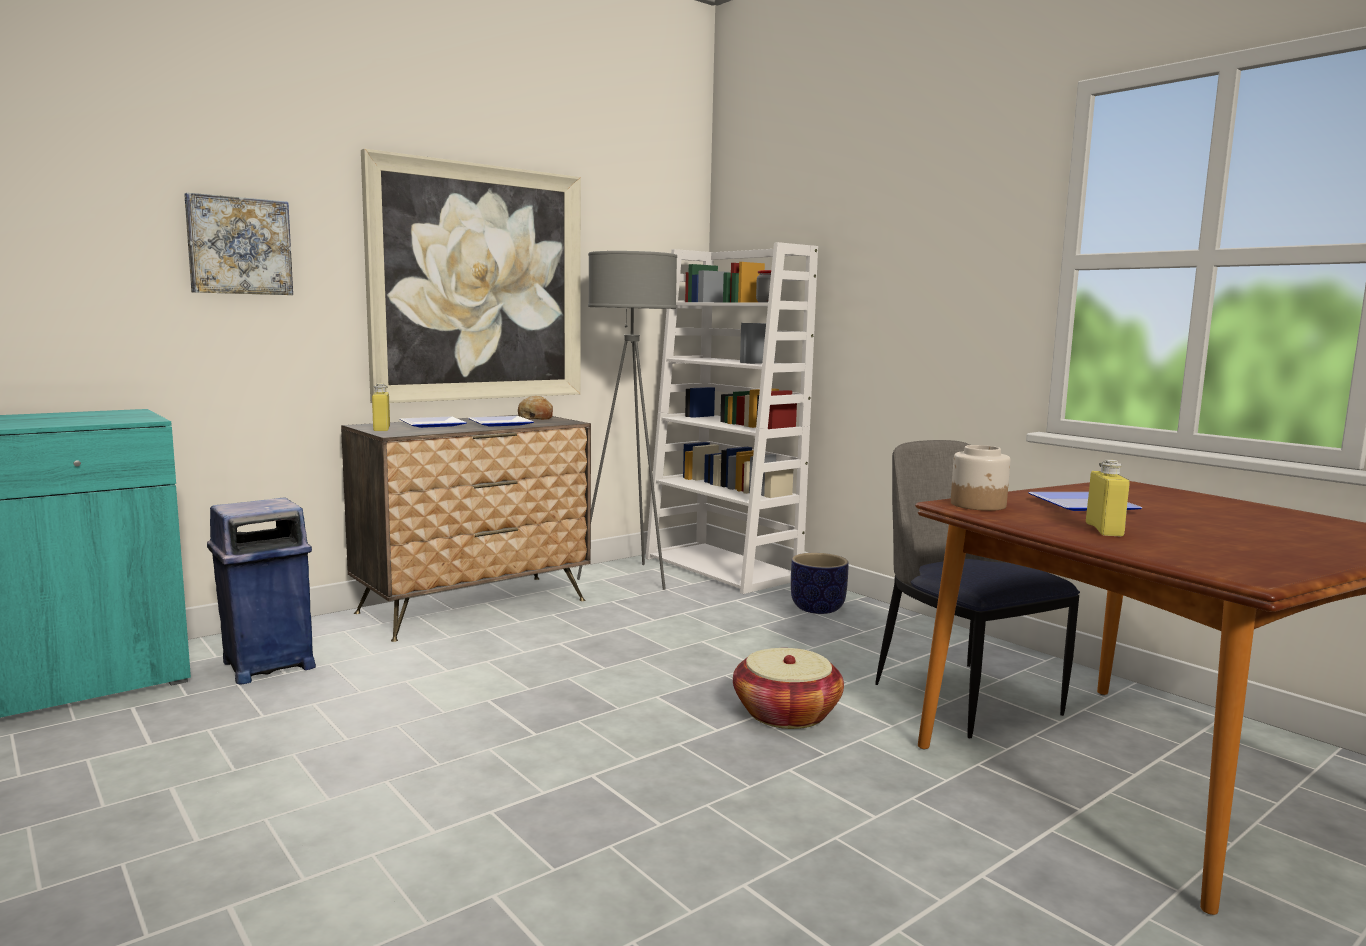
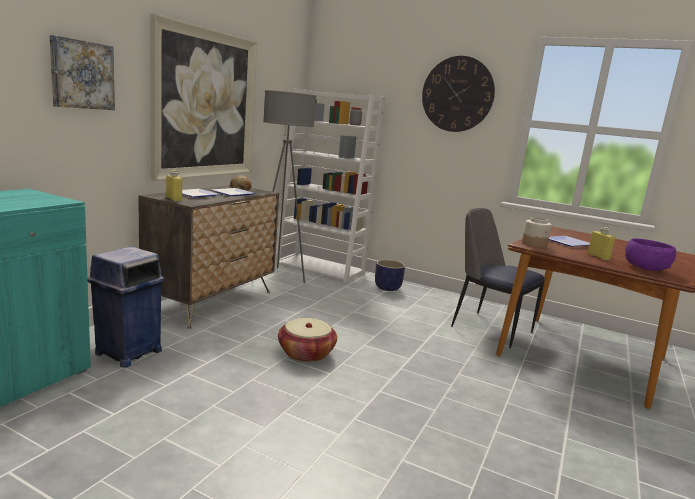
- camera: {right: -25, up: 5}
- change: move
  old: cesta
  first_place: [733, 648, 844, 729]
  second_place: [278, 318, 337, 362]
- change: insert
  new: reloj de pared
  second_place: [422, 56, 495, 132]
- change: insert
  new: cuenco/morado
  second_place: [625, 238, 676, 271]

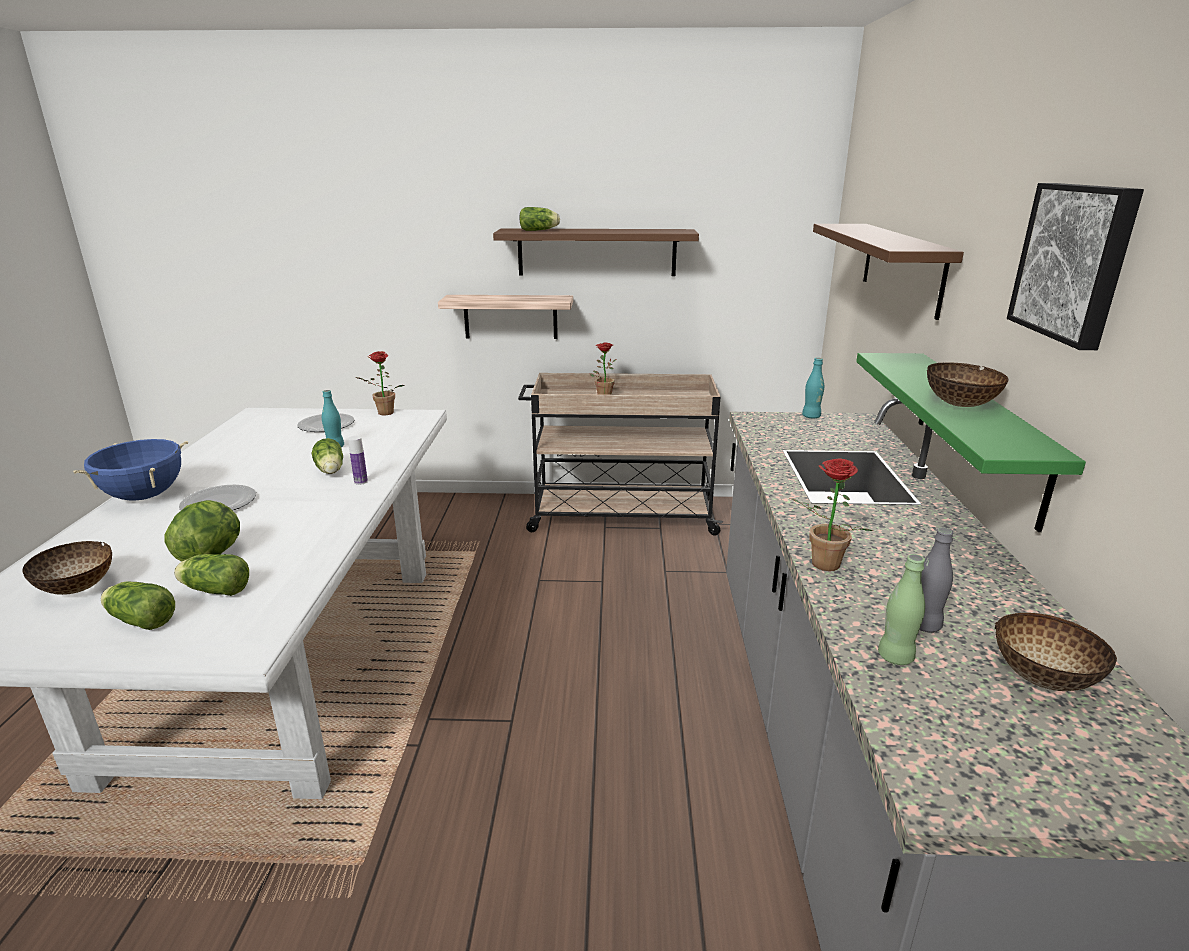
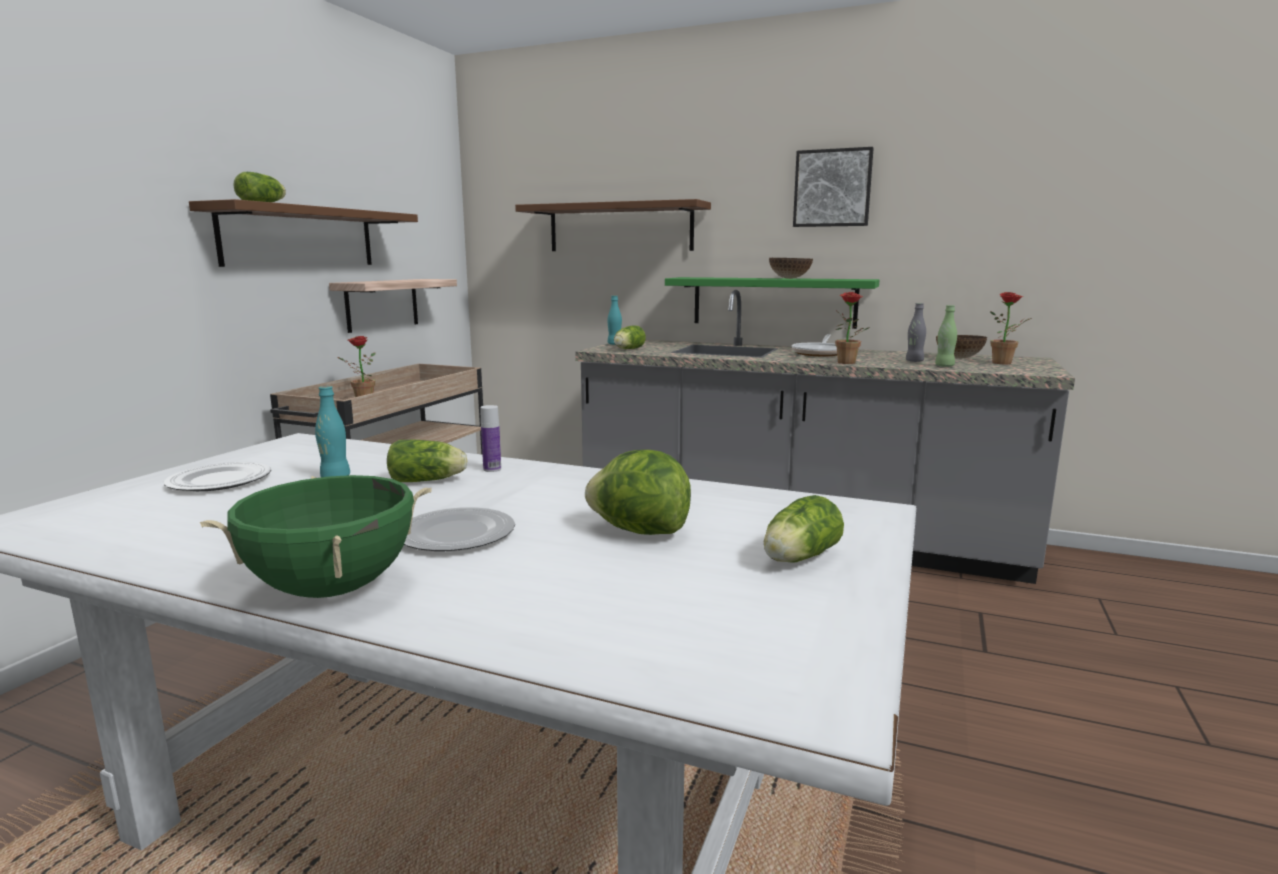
- camera: {right: -70, up: -10}
- change: move
  old: estante
  first_place: [438, 295, 573, 339]
  second_place: [329, 279, 457, 333]
- change: move
  old: planta en maceta
  first_place: [356, 351, 404, 415]
  second_place: [990, 292, 1032, 364]
- change: recolor
  old: olla/azul
  new: olla/verde
  first_place: [73, 439, 188, 501]
  second_place: [200, 475, 432, 598]
- change: delete
  old: cuenco
  first_place: [22, 541, 112, 595]
- change: move
  old: lechuga
  first_place: [174, 554, 249, 596]
  second_place: [614, 326, 646, 349]
- change: insert
  new: sartén
  second_place: [792, 334, 837, 356]

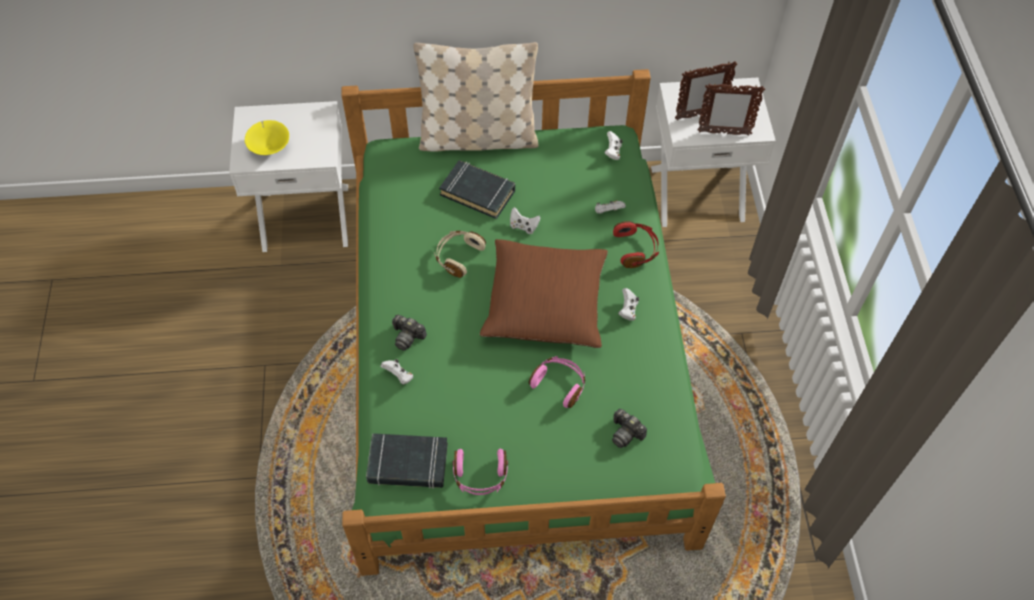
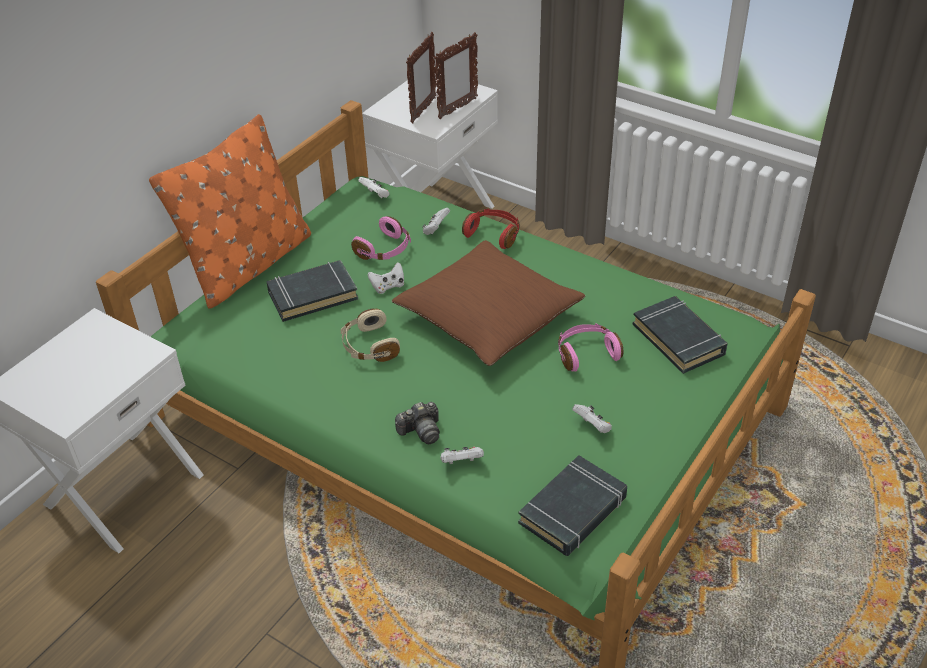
- camera: {right: -50, up: -15}
- change: recolor
  old: cojín/beis
  new: cojín/naranja
  first_place: [413, 42, 539, 152]
  second_place: [149, 114, 311, 309]
- change: delete
  old: cuenco/amarillo
  first_place: [245, 120, 289, 155]
- change: move
  old: mando de consola/blanco
  first_place: [618, 288, 639, 321]
  second_place: [572, 404, 612, 433]
- change: replace
  old: cámara
  new: libro/negro
  first_place: [612, 409, 647, 448]
  second_place: [633, 296, 728, 374]
- change: move
  old: auriculares/rosa
  first_place: [452, 449, 508, 495]
  second_place: [351, 216, 411, 260]

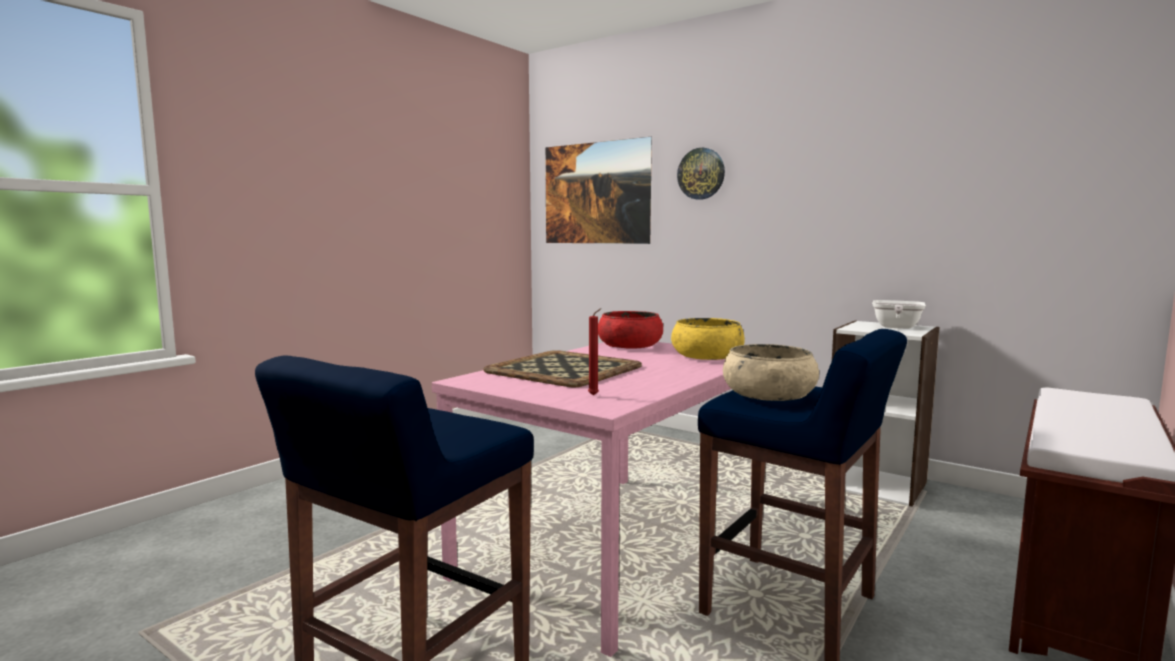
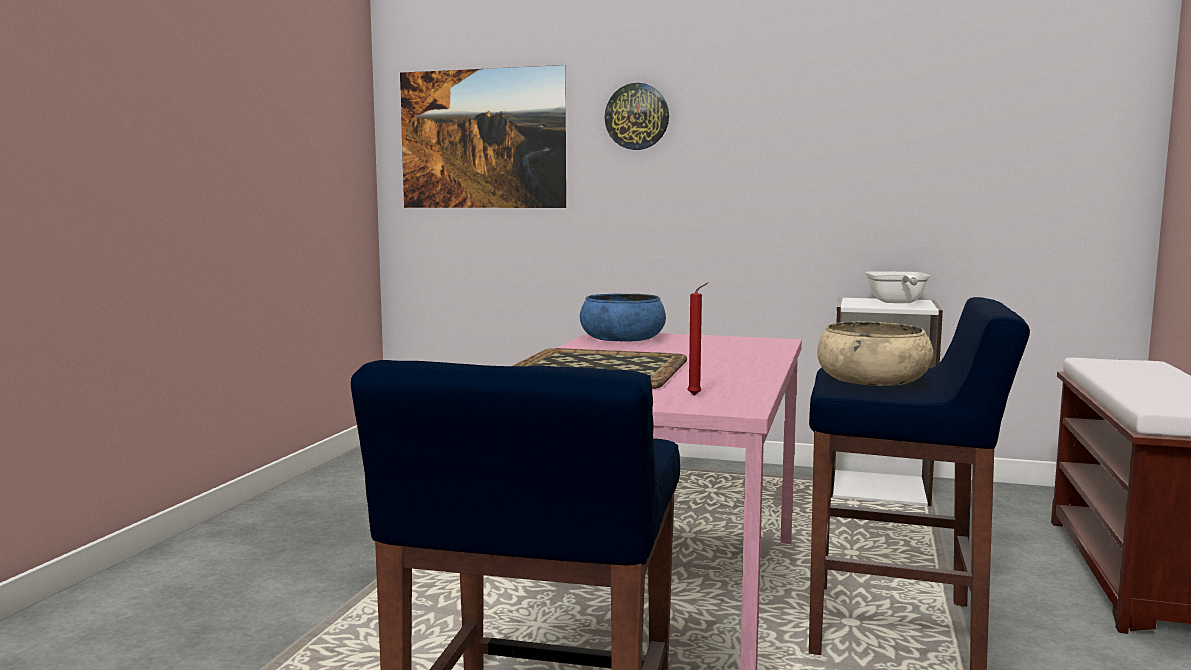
- camera: {right: -20, up: 0}
- change: recolor
  old: cuenco/rojo
  new: cuenco/azul
  first_place: [598, 311, 663, 349]
  second_place: [580, 293, 666, 342]
- change: delete
  old: cuenco/amarillo
  first_place: [671, 318, 745, 360]

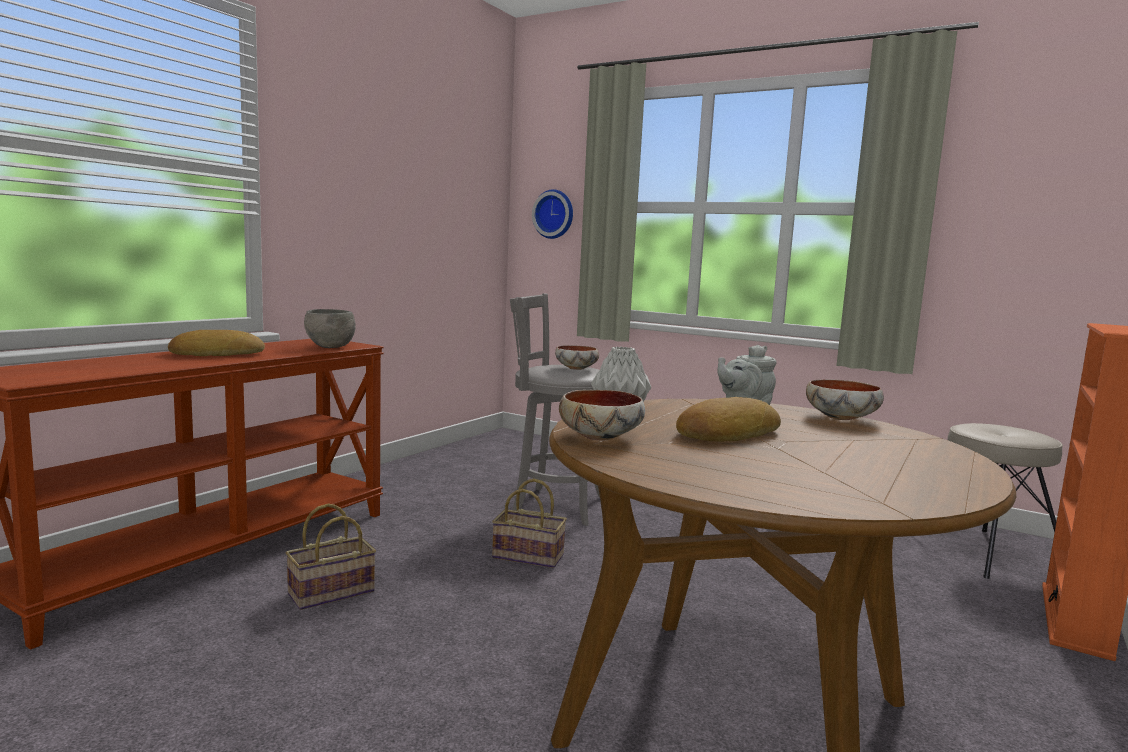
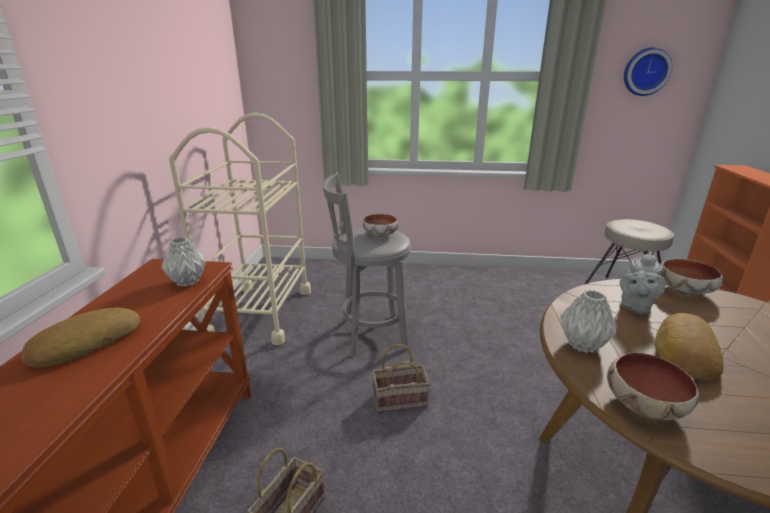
- camera: {right: -25, up: 15}
- change: move
  old: reloj de pared
  first_place: [532, 189, 573, 239]
  second_place: [624, 47, 673, 96]
- change: replace
  old: cuenco/gris
  new: florero/gris
  first_place: [304, 309, 356, 348]
  second_place: [161, 237, 206, 287]
- change: insert
  new: carrito/beis
  second_place: [169, 113, 311, 345]

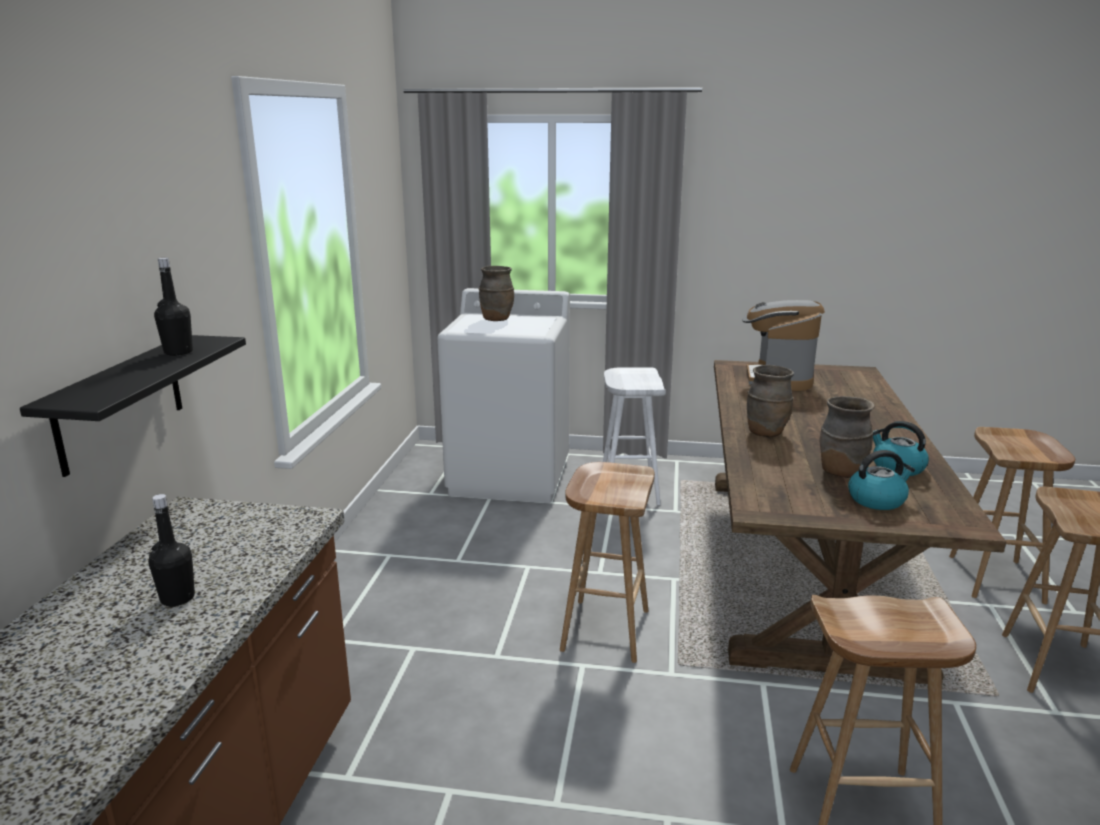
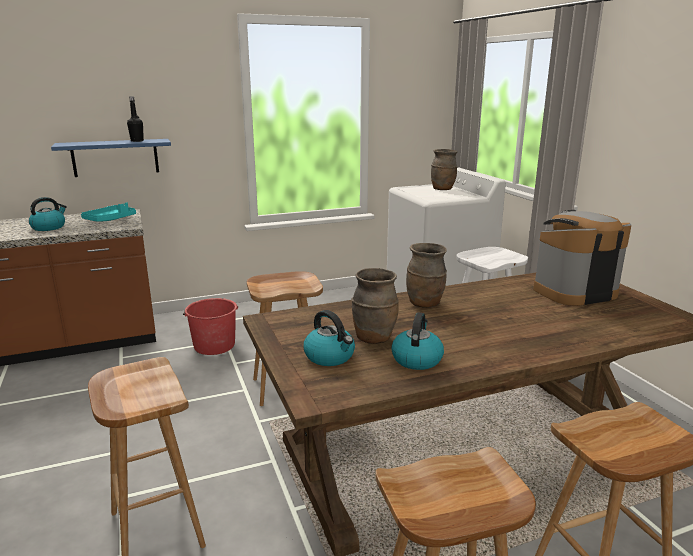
- camera: {right: 60, up: 0}
- change: recolor
  old: estante/negro
  new: estante/azul
  first_place: [20, 335, 246, 477]
  second_place: [51, 139, 171, 177]
- change: replace
  old: botella/negro
  new: hervidor
  first_place: [149, 494, 195, 606]
  second_place: [29, 197, 67, 231]
- change: insert
  new: bandeja/turquesa
  second_place: [81, 202, 136, 222]
- change: insert
  new: cubo/rojo
  second_place: [183, 298, 238, 355]

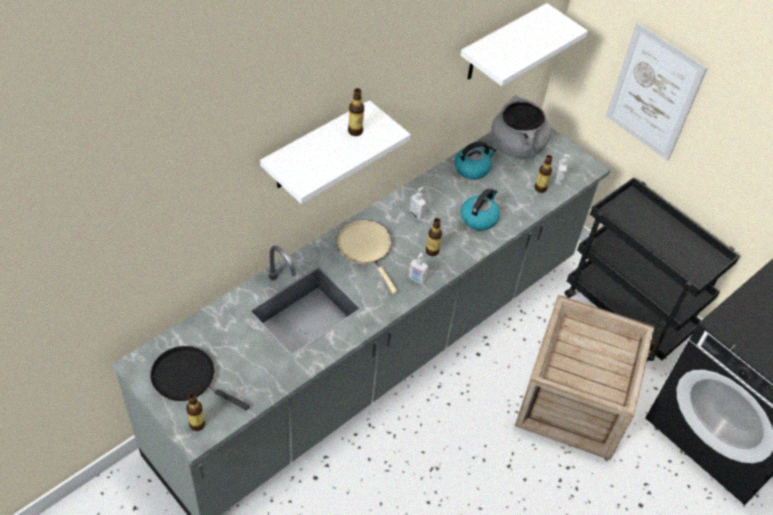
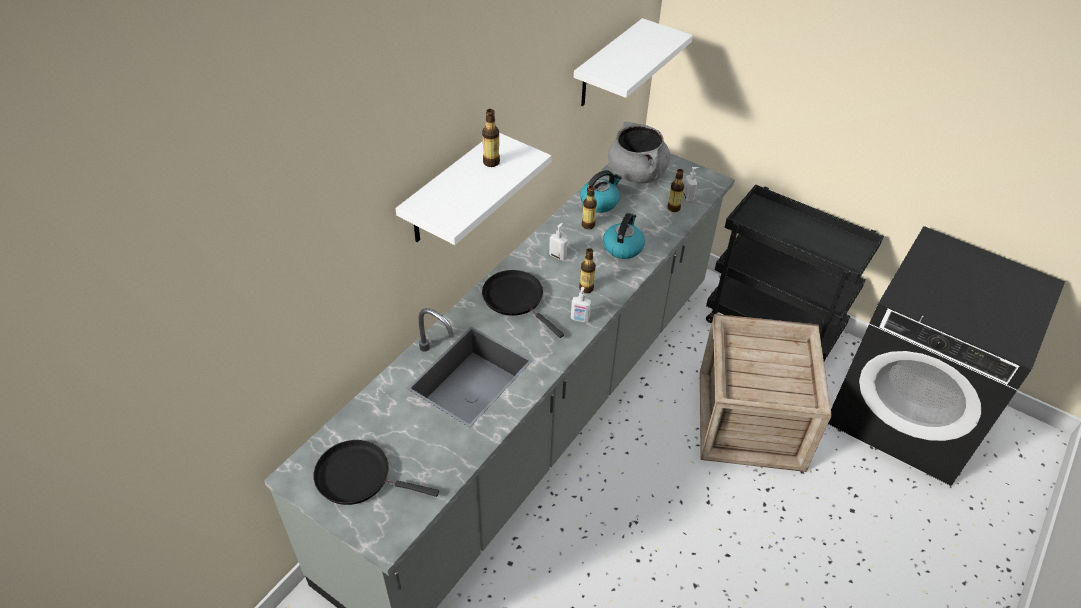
- camera: {right: -10, up: -5}
- change: delete
  old: cuadro
  first_place: [606, 22, 708, 161]
- change: recolor
  old: sartén/beis
  new: sartén/negro
  first_place: [336, 220, 397, 294]
  second_place: [482, 270, 564, 338]
- change: move
  old: botella
  first_place: [186, 393, 205, 431]
  second_place: [582, 186, 597, 229]

